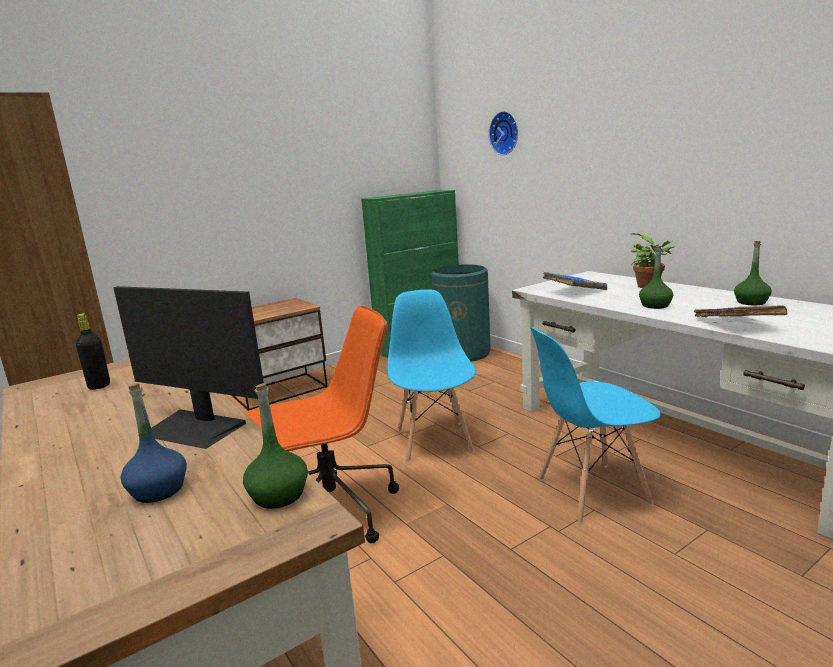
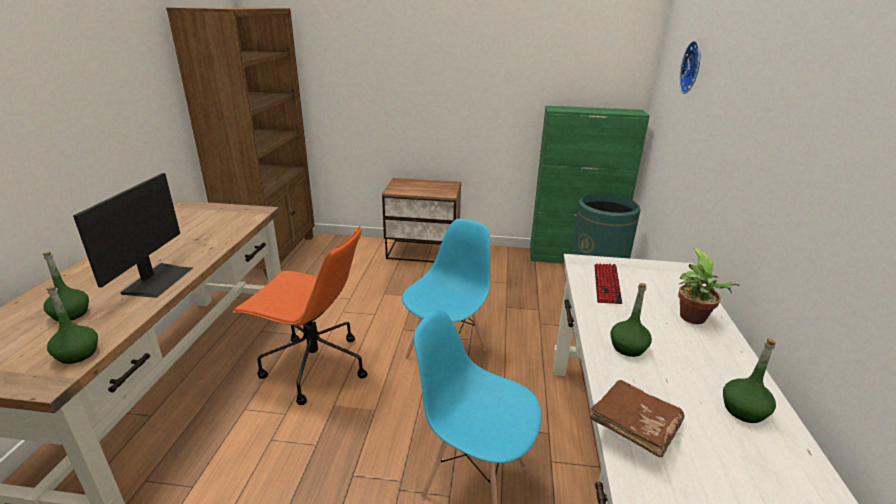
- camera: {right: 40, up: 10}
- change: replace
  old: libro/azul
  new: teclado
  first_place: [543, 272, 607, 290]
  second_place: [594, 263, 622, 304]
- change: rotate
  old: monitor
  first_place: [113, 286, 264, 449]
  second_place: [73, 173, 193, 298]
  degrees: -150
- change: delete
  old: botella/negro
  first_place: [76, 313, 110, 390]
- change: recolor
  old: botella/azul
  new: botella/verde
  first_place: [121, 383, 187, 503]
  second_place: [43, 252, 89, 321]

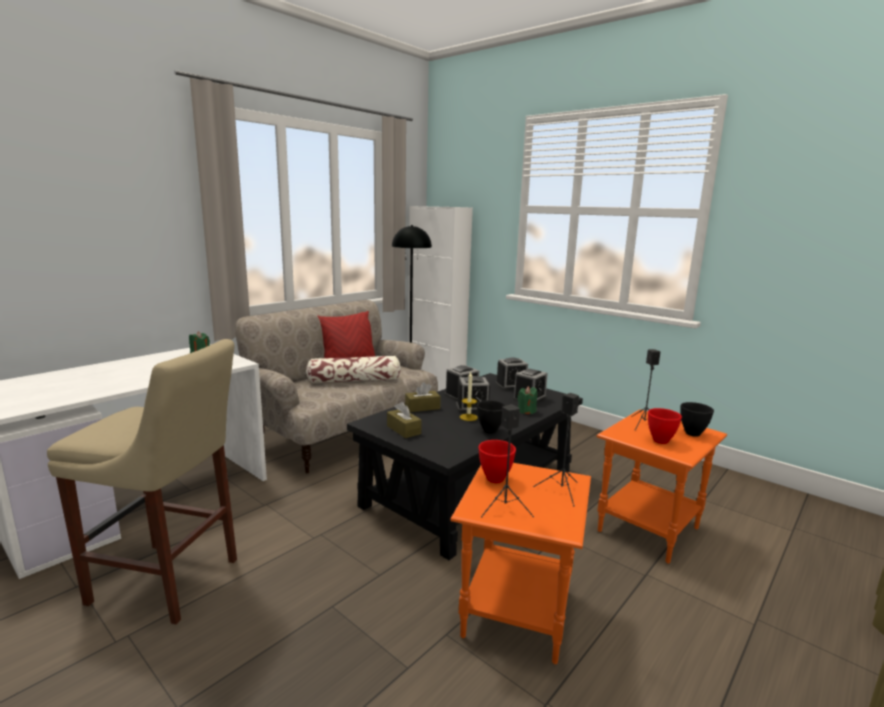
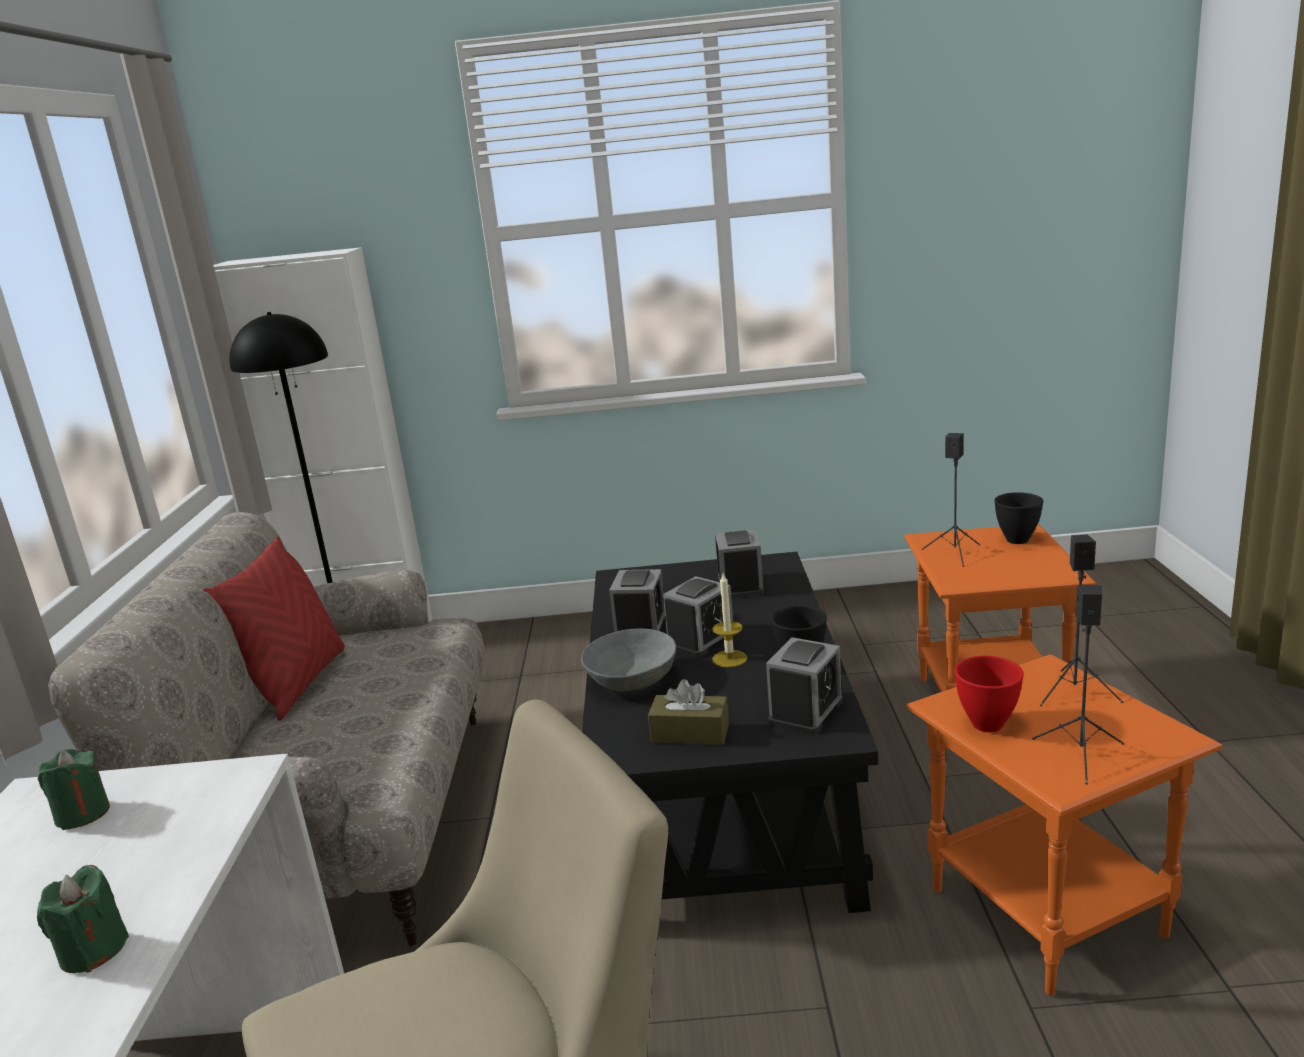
- camera: {right: -40, up: 5}
- change: delete
  old: cojín
  first_place: [306, 356, 401, 383]
- change: move
  old: despertador
  first_place: [495, 358, 528, 390]
  second_place: [766, 637, 843, 735]
- change: replace
  old: caja de pañuelos/marrón
  new: cuenco/gris
  first_place: [405, 382, 441, 412]
  second_place: [581, 628, 676, 691]
- change: move
  old: vela/verde
  first_place: [517, 386, 537, 414]
  second_place: [37, 865, 129, 973]
- change: delete
  old: cuenco/rojo
  first_place: [648, 408, 682, 444]

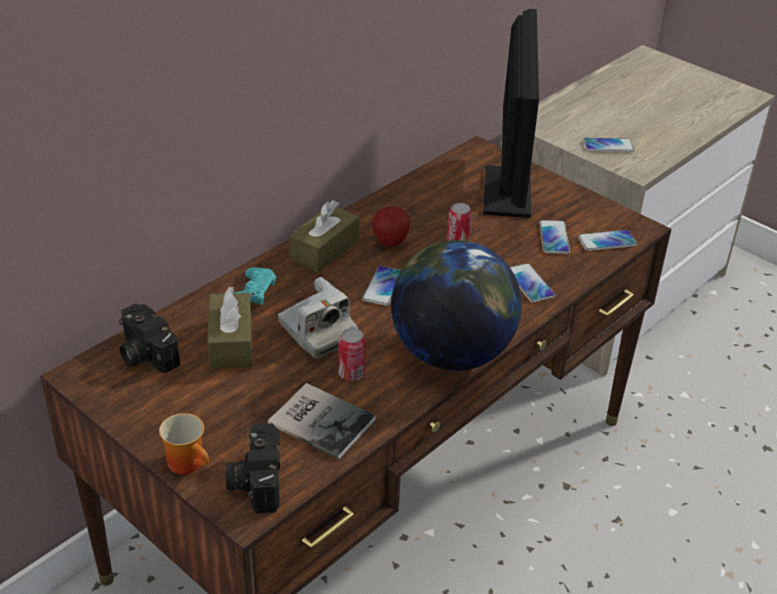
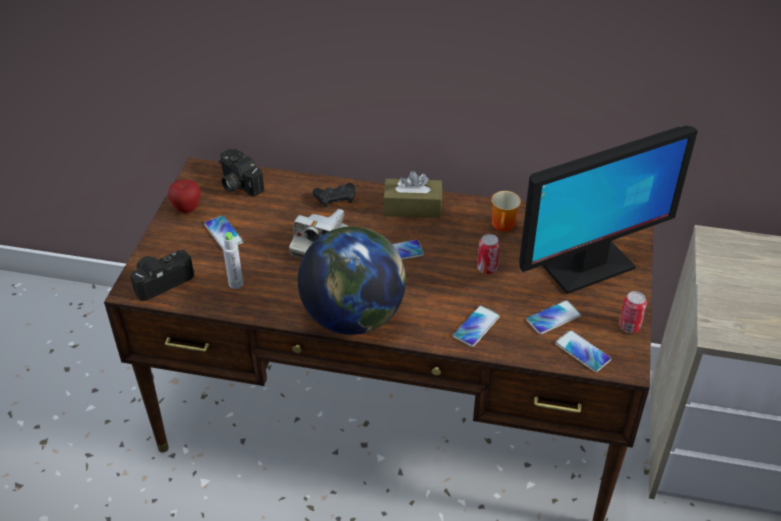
- camera: {right: 60, up: 5}
- change: move
  old: móvil
  first_place: [583, 138, 634, 152]
  second_place: [204, 215, 244, 249]
- change: move
  old: manzana
  first_place: [372, 206, 410, 247]
  second_place: [168, 180, 201, 213]
- change: recolor
  old: mando de consola/turquesa
  new: mando de consola/negro
  first_place: [234, 267, 276, 305]
  second_place: [313, 183, 355, 208]
- change: delete
  old: caja de pañuelos/marrón
  first_place: [207, 287, 252, 369]
- change: rotate
  old: cámara
  first_place: [119, 303, 180, 373]
  second_place: [219, 149, 264, 197]
  degrees: -60
- change: move
  old: lata
  first_place: [338, 328, 366, 381]
  second_place: [619, 291, 647, 333]
- change: replace
  old: libro
  new: botella/gris
  first_place: [268, 383, 375, 460]
  second_place: [223, 232, 243, 289]
- change: move
  old: taza grande
  first_place: [159, 413, 209, 474]
  second_place: [491, 191, 521, 231]

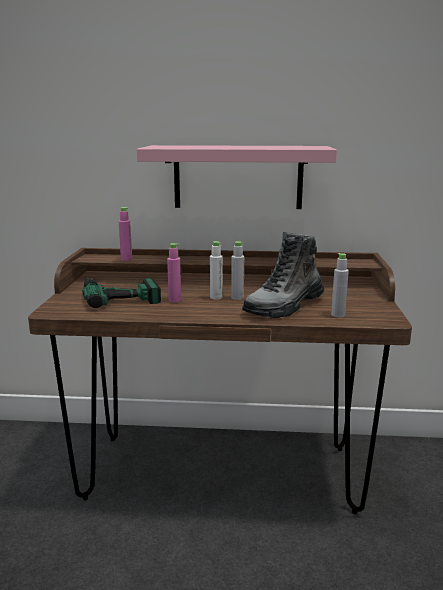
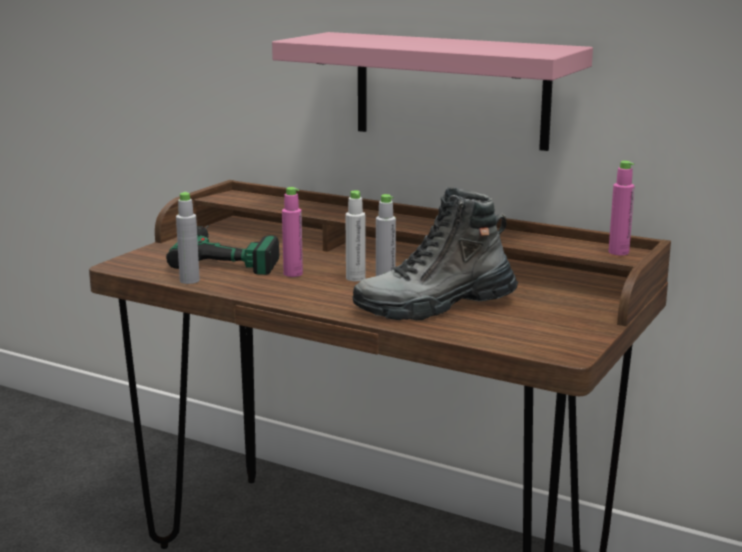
- camera: {right: 25, up: 0}
- change: move
  old: botella/rosa
  first_place: [119, 207, 132, 261]
  second_place: [609, 161, 635, 255]
- change: move
  old: botella/gris
  first_place: [331, 253, 349, 317]
  second_place: [176, 192, 200, 284]

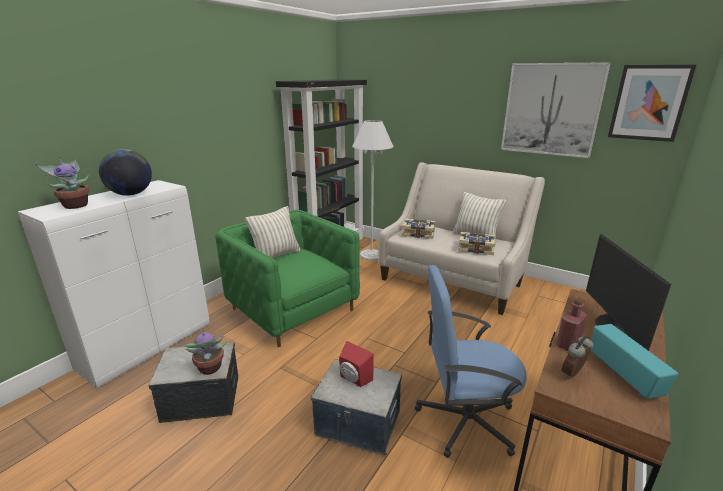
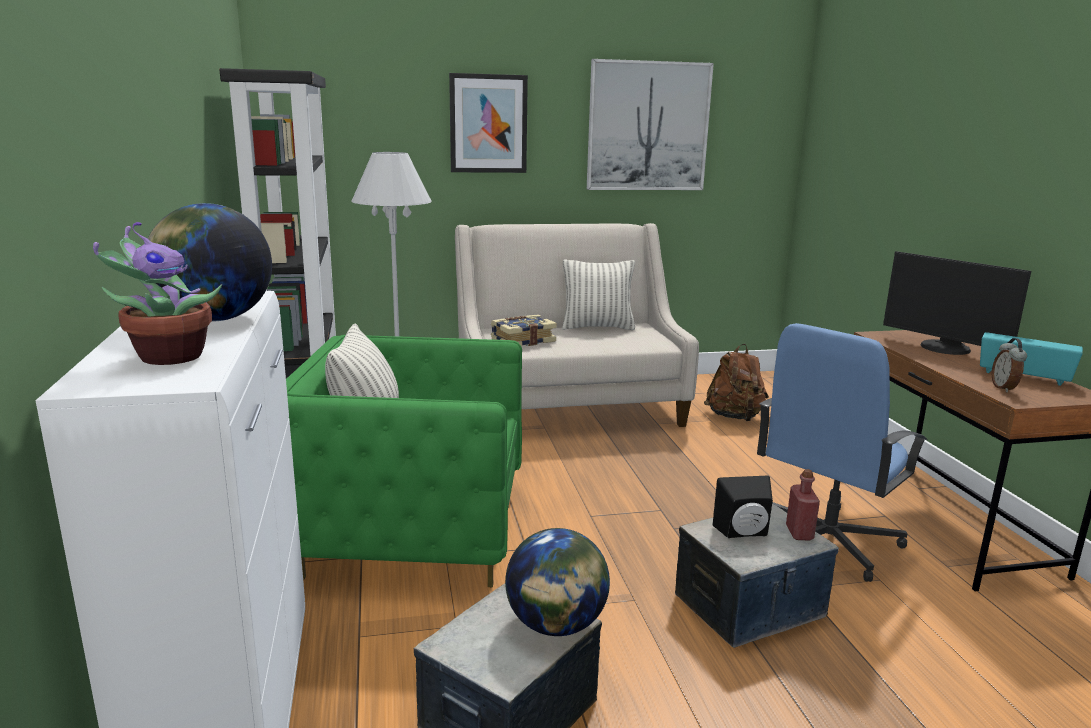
- camera: {right: -45, up: -5}
- change: move
  old: cuadro
  first_place: [608, 64, 697, 142]
  second_place: [449, 73, 528, 173]
- change: delete
  old: libro
  first_place: [458, 232, 495, 255]
- change: move
  old: botella/rojo
  first_place: [556, 298, 587, 351]
  second_place: [786, 469, 820, 540]
- change: replace
  old: planta en maceta
  new: globo terráqueo
  first_place: [181, 329, 227, 375]
  second_place: [505, 528, 610, 636]
- change: recolor
  old: altavoz/rojo
  new: altavoz/negro
  first_place: [339, 341, 374, 387]
  second_place: [713, 476, 773, 538]
- change: insert
  new: mochila/marrón
  second_place: [704, 344, 769, 421]

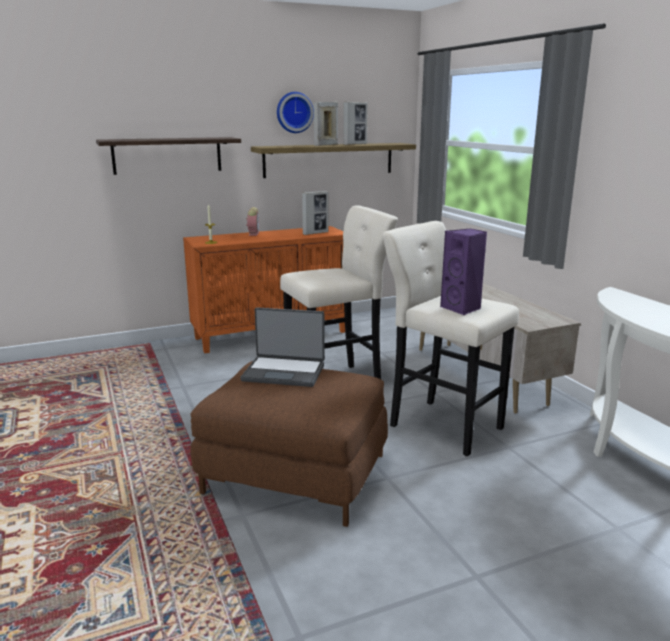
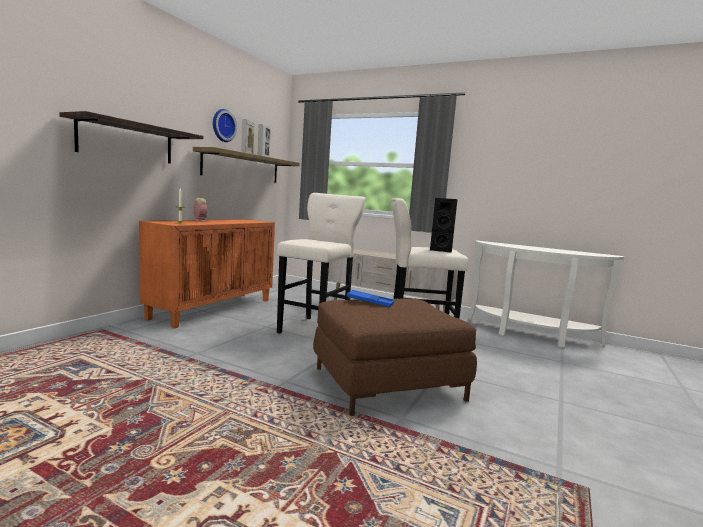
- camera: {right: -40, up: -10}
- change: delete
  old: portarretratos
  first_place: [302, 191, 328, 235]
- change: recolor
  old: altavoz/morado
  new: altavoz/negro
  first_place: [440, 228, 487, 315]
  second_place: [430, 198, 457, 253]
- change: replace
  old: portátil
  new: bandeja/azul
  first_place: [240, 307, 325, 387]
  second_place: [346, 290, 394, 307]

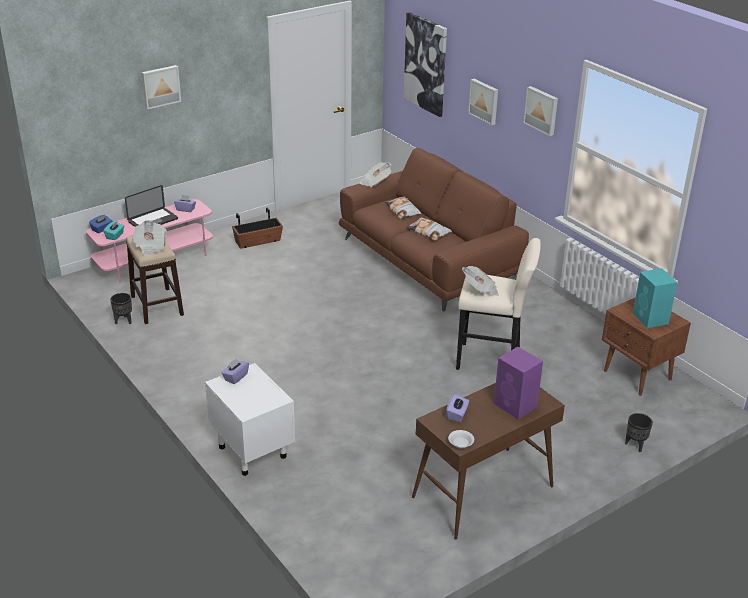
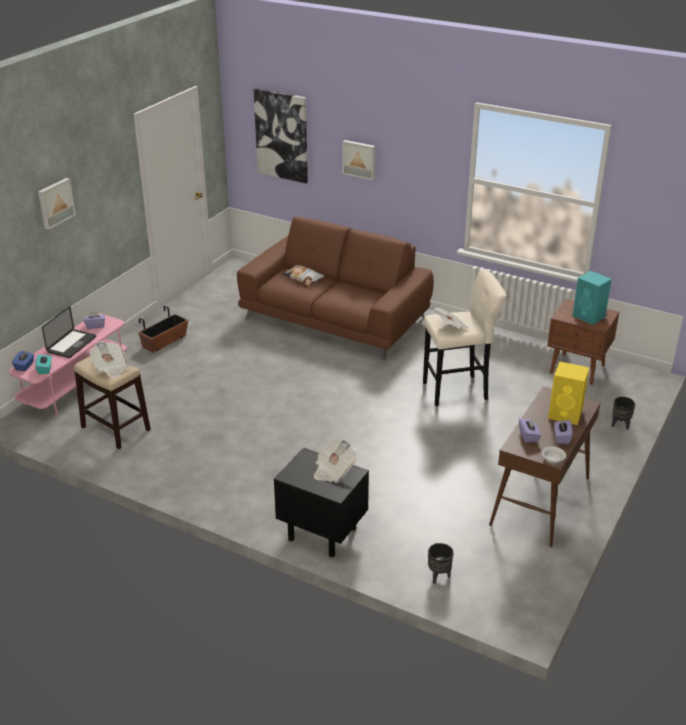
- camera: {right: -25, up: 0}
- change: delete
  old: cuadro
  first_place: [524, 86, 558, 136]
- change: move
  old: periódico
  first_place: [359, 162, 391, 187]
  second_place: [314, 440, 356, 483]
- change: delete
  old: cojín
  first_place: [407, 217, 452, 241]
- change: move
  old: maceta/negro
  first_place: [110, 293, 132, 324]
  second_place: [428, 543, 454, 584]
- change: recolor
  old: altavoz/morado
  new: altavoz/amarillo
  first_place: [494, 347, 543, 419]
  second_place: [548, 362, 589, 425]
- change: move
  old: caja de pañuelos/morado
  first_place: [222, 358, 249, 384]
  second_place: [554, 420, 573, 444]
- change: recolor
  old: mesita de noche/blanco
  new: mesita de noche/negro
  first_place: [205, 363, 295, 476]
  second_place: [274, 448, 369, 557]

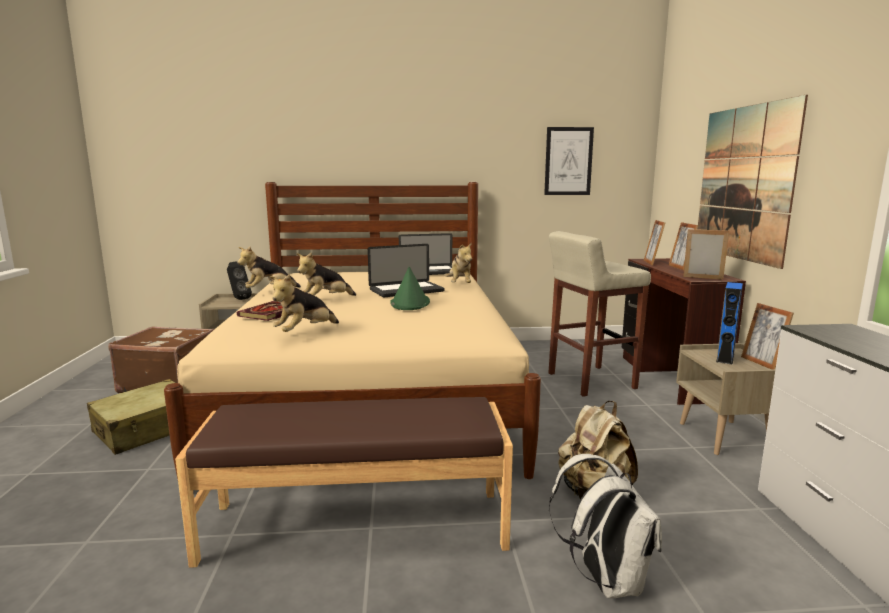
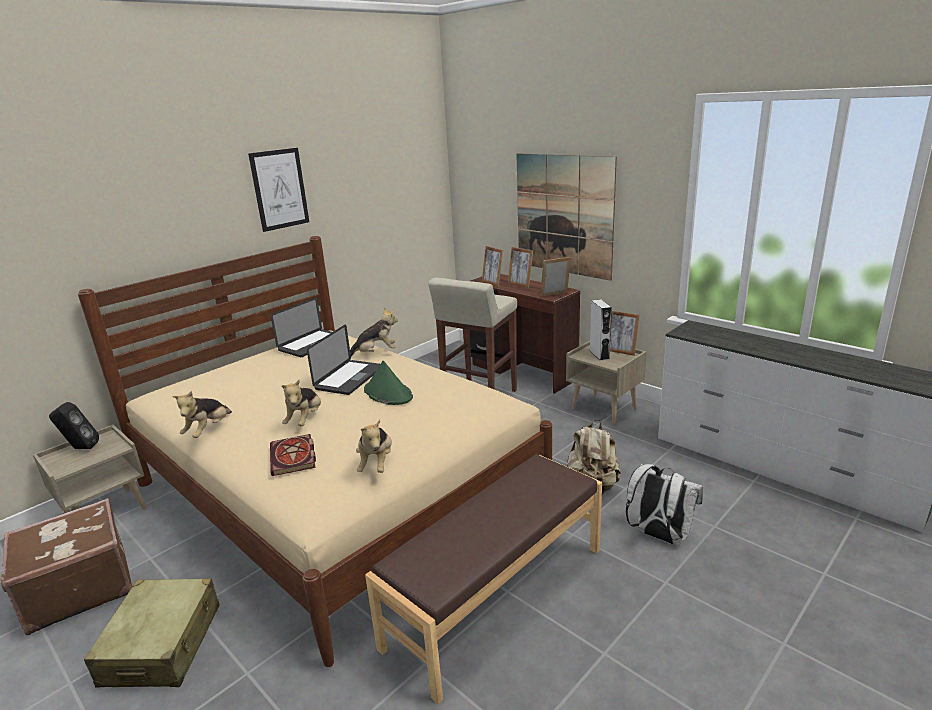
- camera: {right: -40, up: 10}
- change: move
  old: cuadro
  first_place: [544, 127, 594, 195]
  second_place: [248, 148, 309, 232]
- change: rotate
  old: peluche
  first_place: [445, 242, 472, 283]
  second_place: [350, 307, 398, 357]
  degrees: -60
- change: recolor
  old: altavoz/azul
  new: altavoz/gris
  first_place: [716, 282, 743, 365]
  second_place: [590, 299, 611, 361]

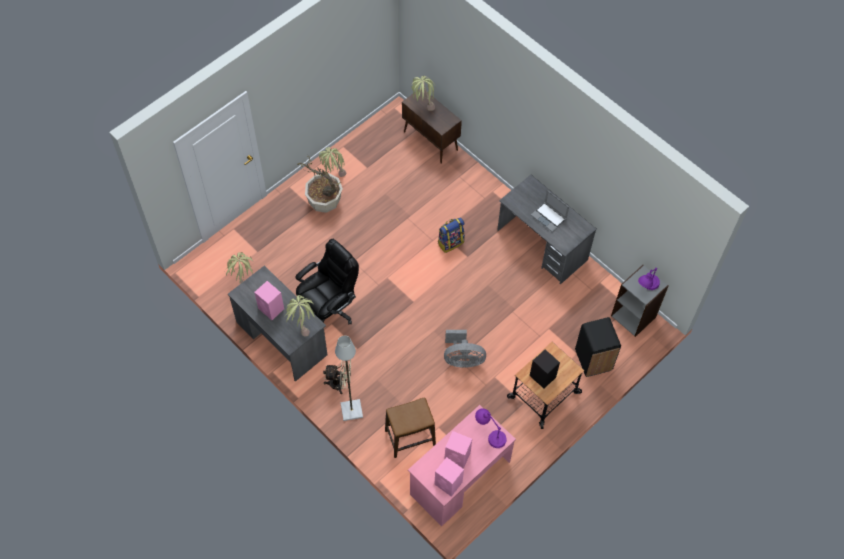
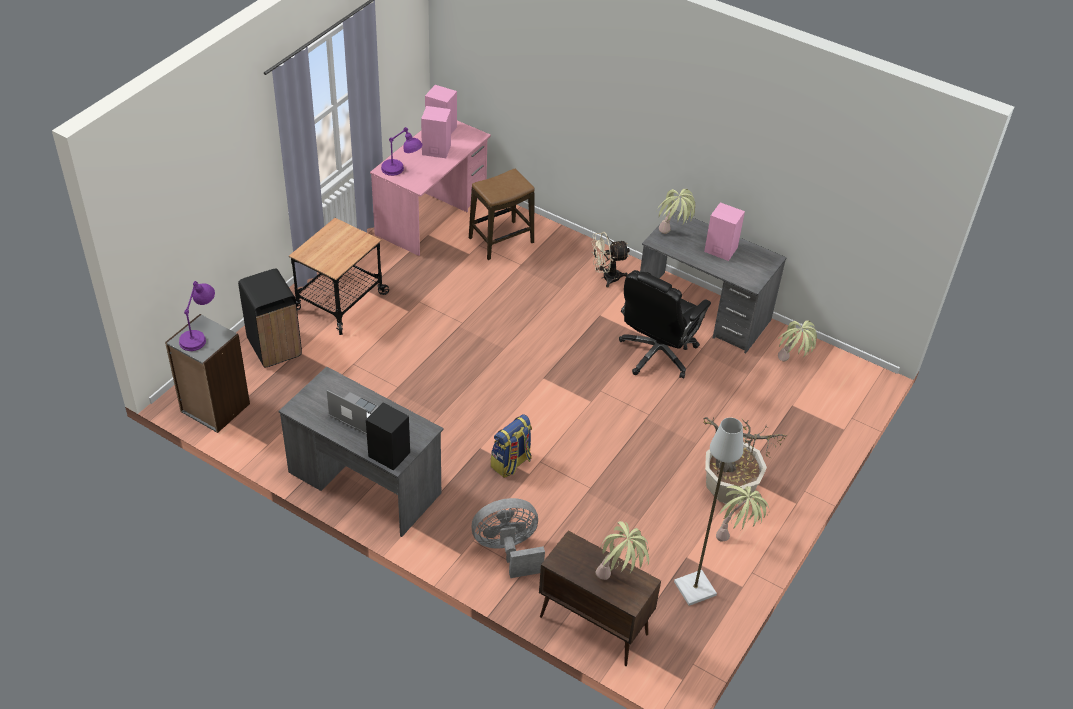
- camera: {right: 165, up: -15}
- change: move
  old: ventilador/gris
  first_place: [444, 330, 486, 368]
  second_place: [472, 498, 545, 578]
- change: move
  old: lámpara de pie/gris
  first_place: [335, 335, 363, 421]
  second_place: [674, 417, 743, 606]
- change: move
  old: altavoz/negro
  first_place: [530, 349, 560, 388]
  second_place: [366, 403, 410, 471]

